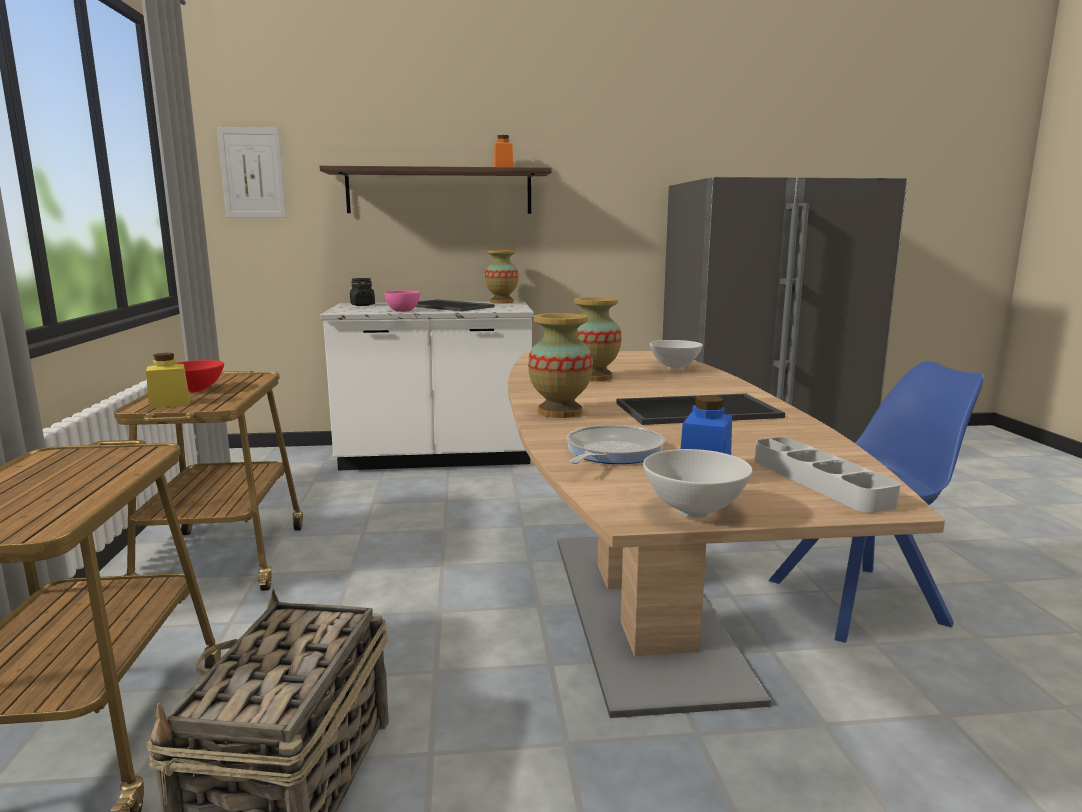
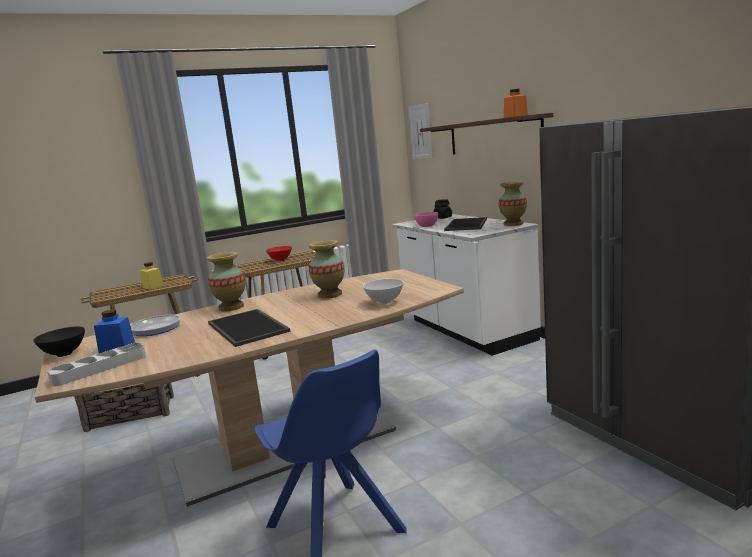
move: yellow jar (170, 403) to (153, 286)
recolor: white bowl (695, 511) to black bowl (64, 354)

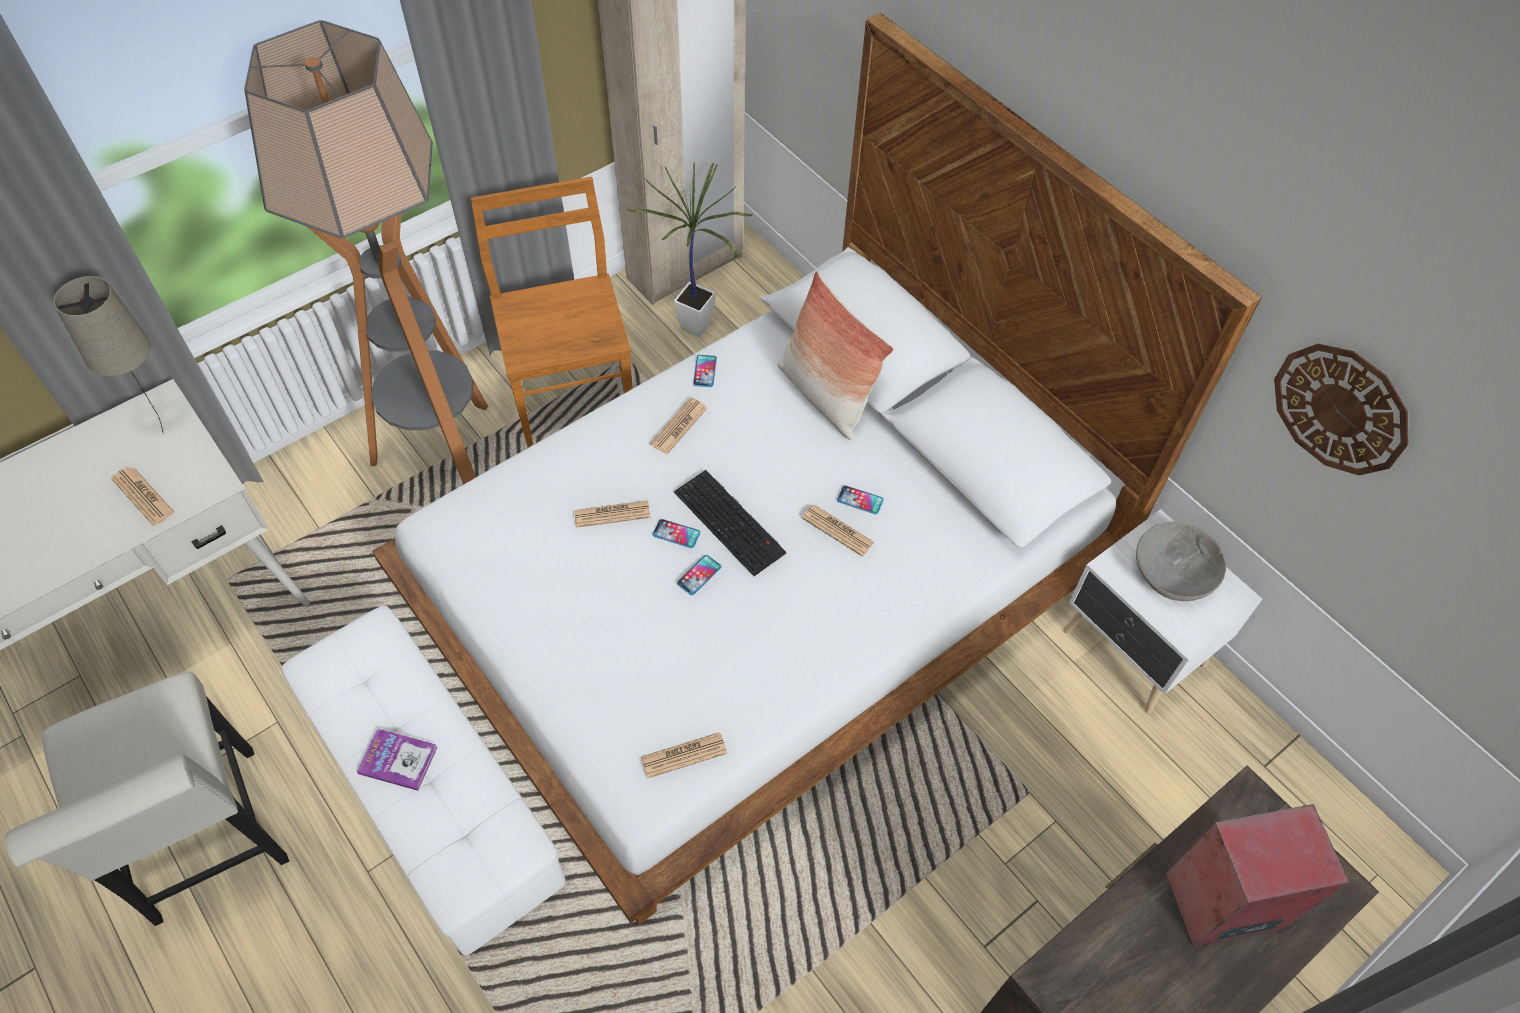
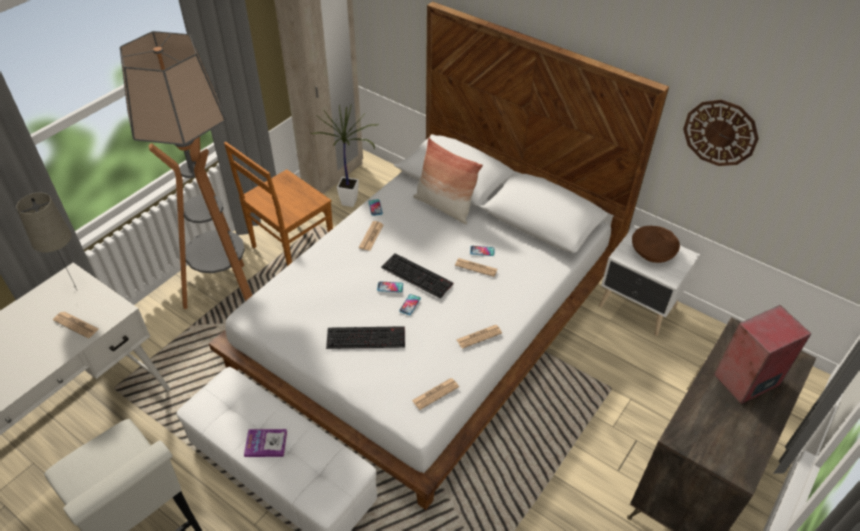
insert: keyboard (367, 337)
move: newspaper (612, 514) to (479, 336)
recolor: grey bowl (1172, 573) to brown bowl (652, 252)
rotate: brown chair (572, 395) = (291, 249) 105 degrees counterclockwise

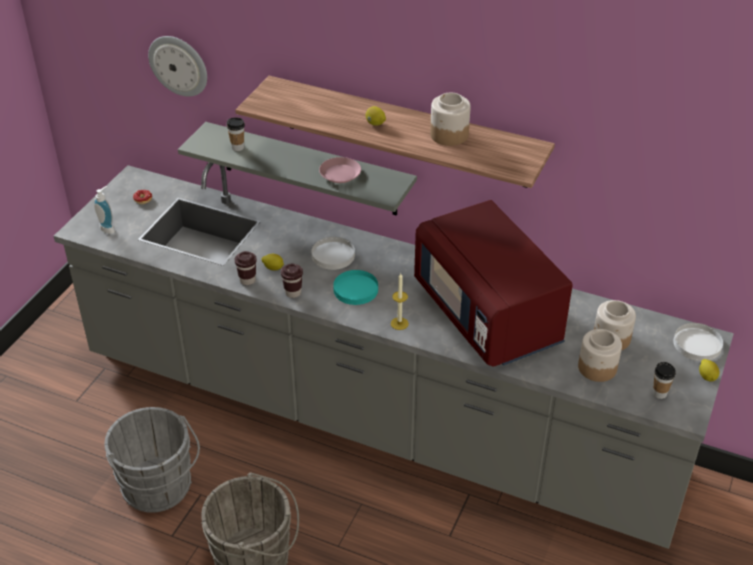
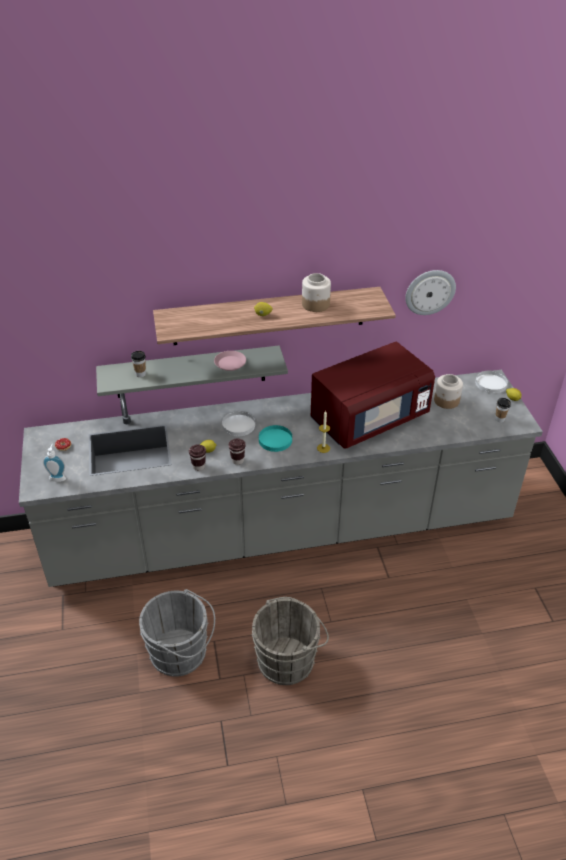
delete: jar (596, 368)
move: wall clock (179, 65) to (430, 291)
rotate: red microwave (488, 315) = (368, 419) 60 degrees counterclockwise

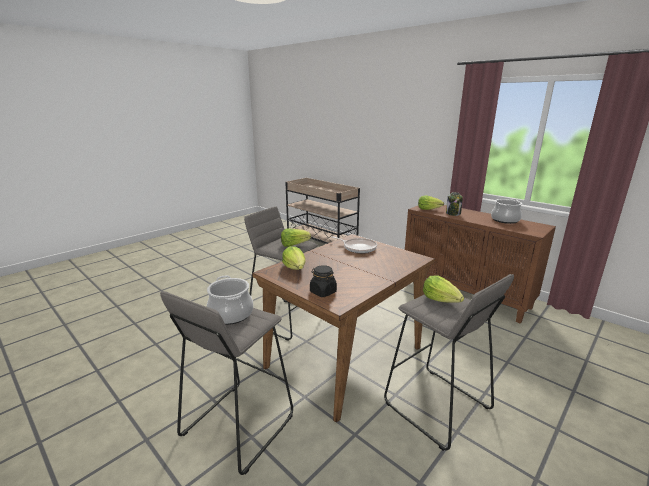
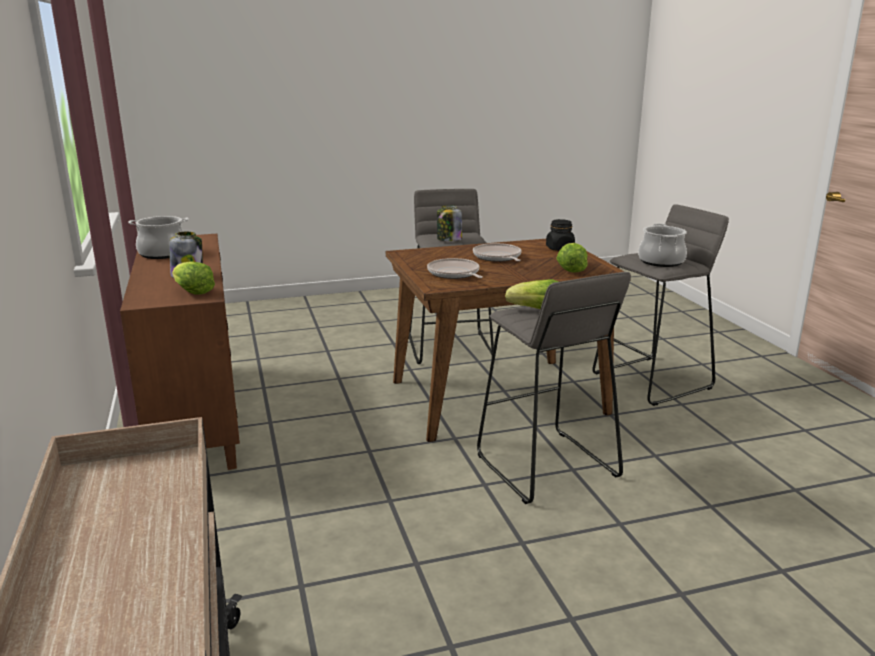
insert: frying pan (497, 257)
replace: lettuce (441, 300) to jar (449, 240)

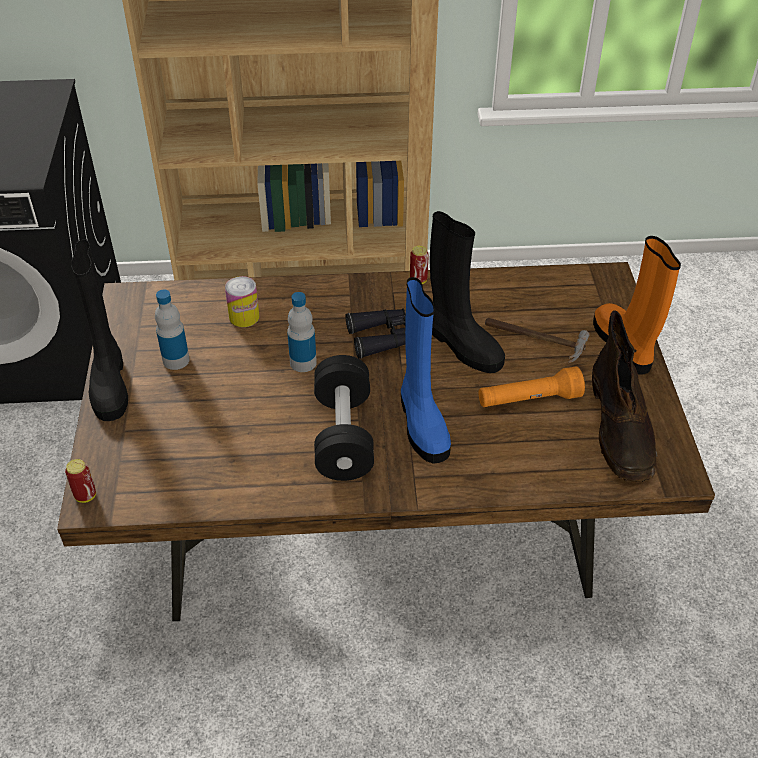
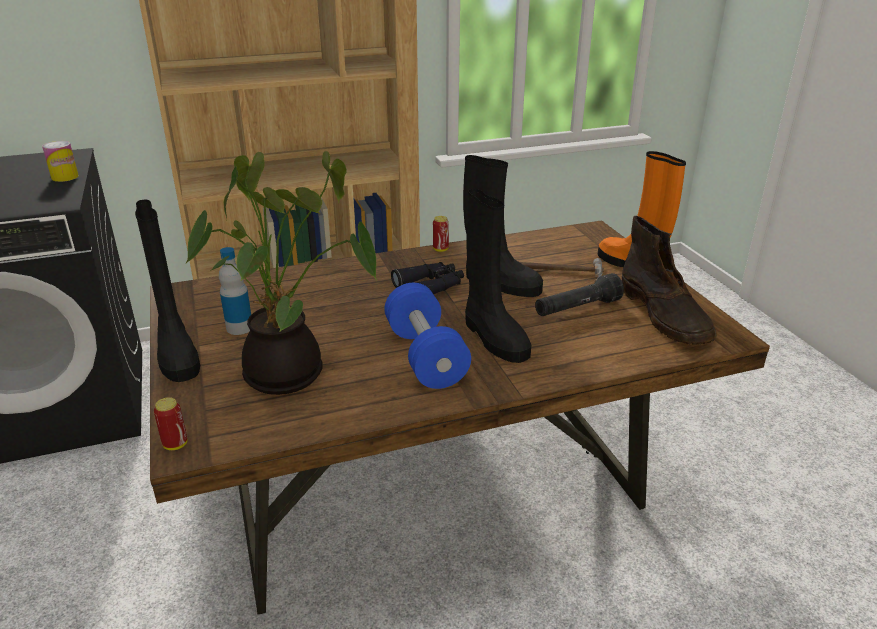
delete: bottle (303, 362)
insert: potted plant (291, 375)
move: can (244, 317) to (65, 177)
recolor: black dumbbell (343, 435) to blue dumbbell (425, 356); blue boot (422, 423) to black boot (493, 337); orange flashlight (528, 400) to black flashlight (577, 309)

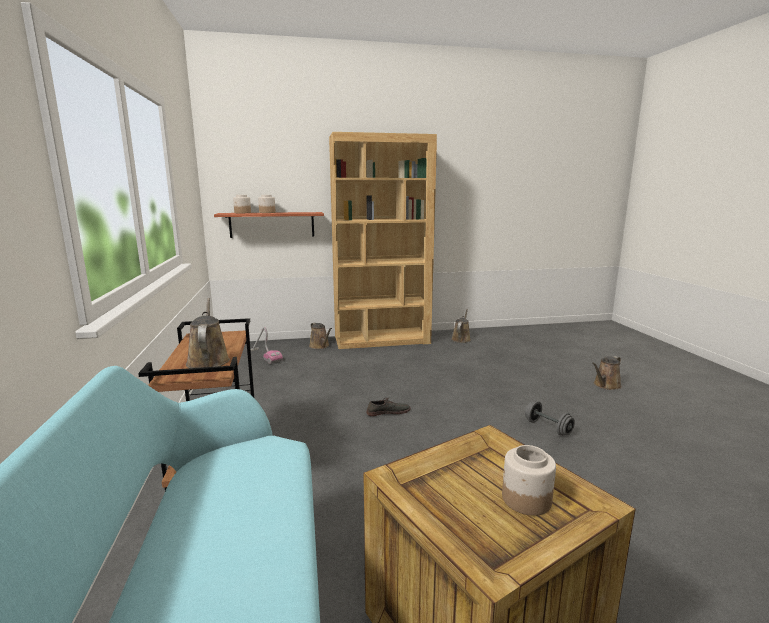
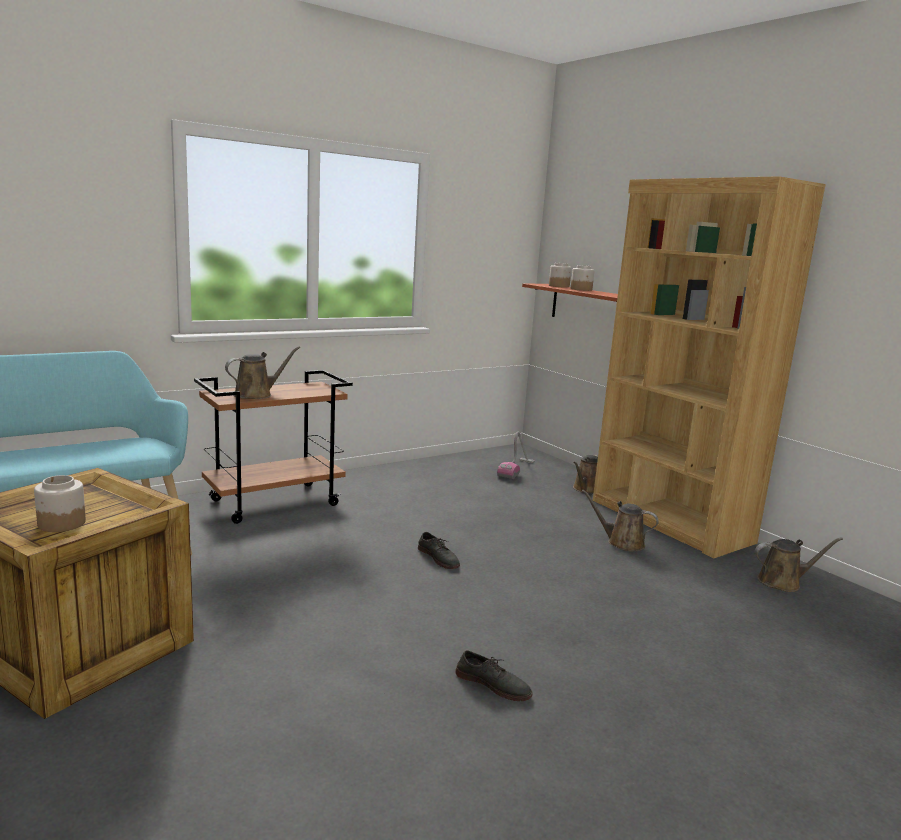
move: brown watering can (605, 385) to (622, 543)
replace: grey dumbbell (548, 428) to grey shoe (493, 684)

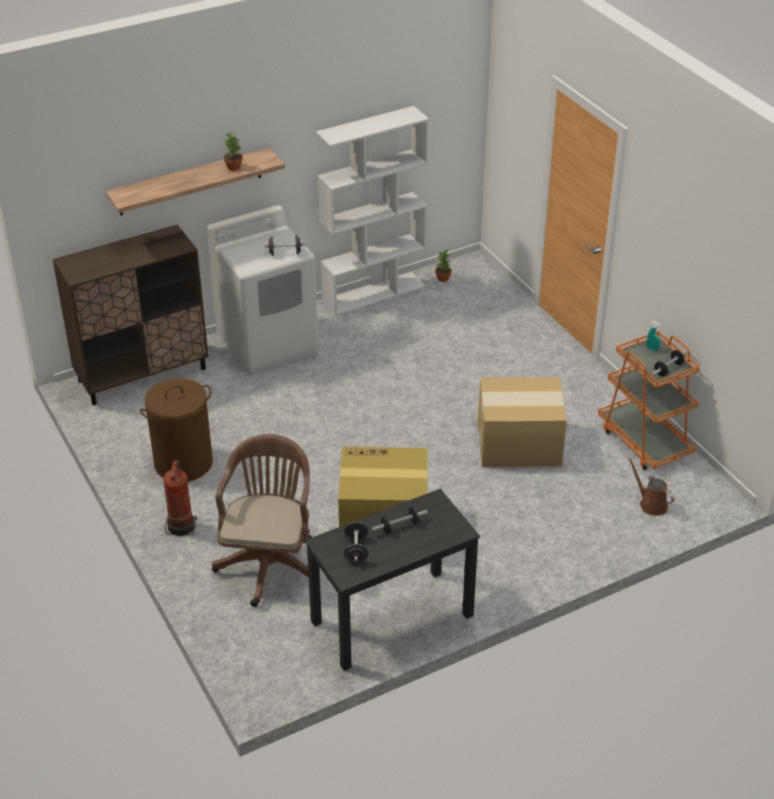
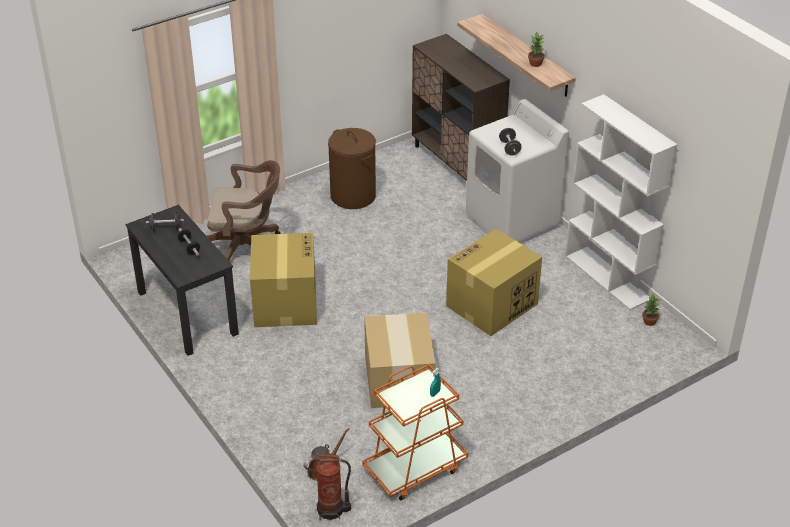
delete: dumbbell (668, 369)
insert: cardboard box (491, 305)
move: fire extinguisher (182, 525) to (332, 510)

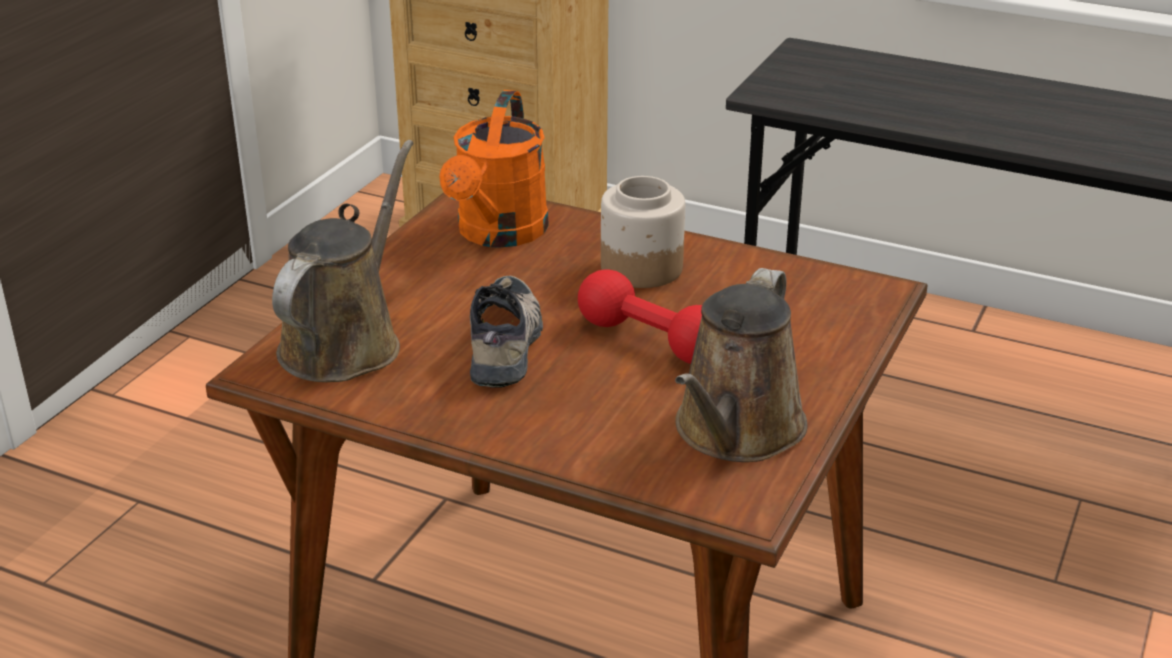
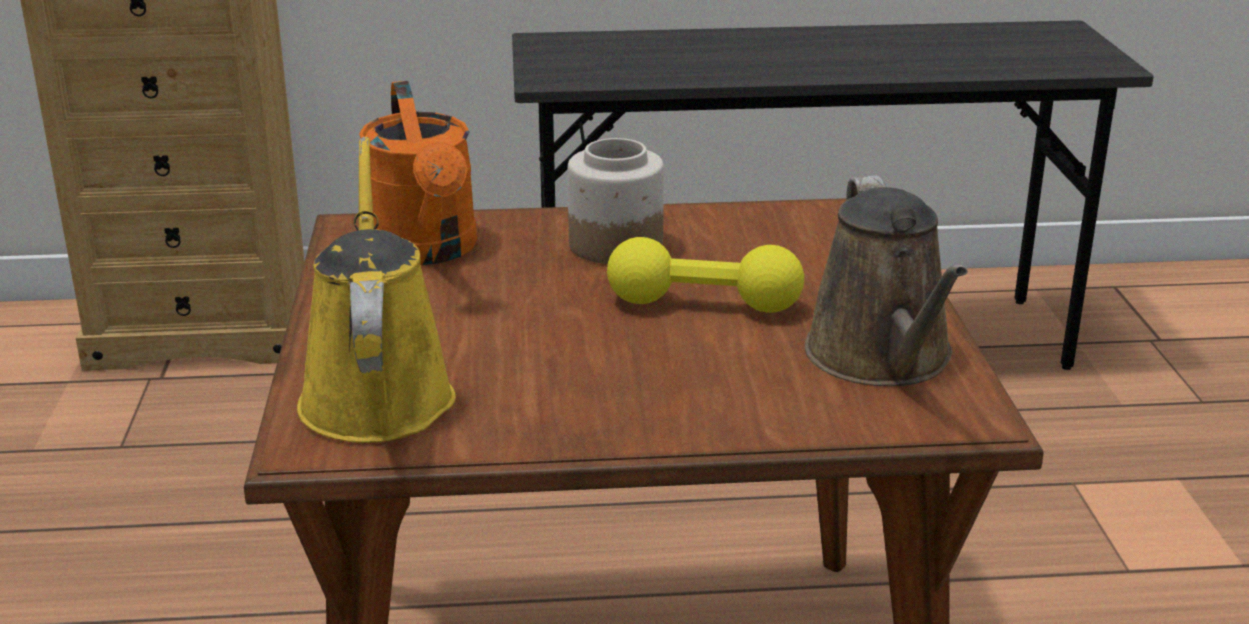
delete: shoe (507, 344)
recolor: brown watering can (346, 342) to yellow watering can (376, 393); red dumbbell (650, 341) to yellow dumbbell (704, 304)

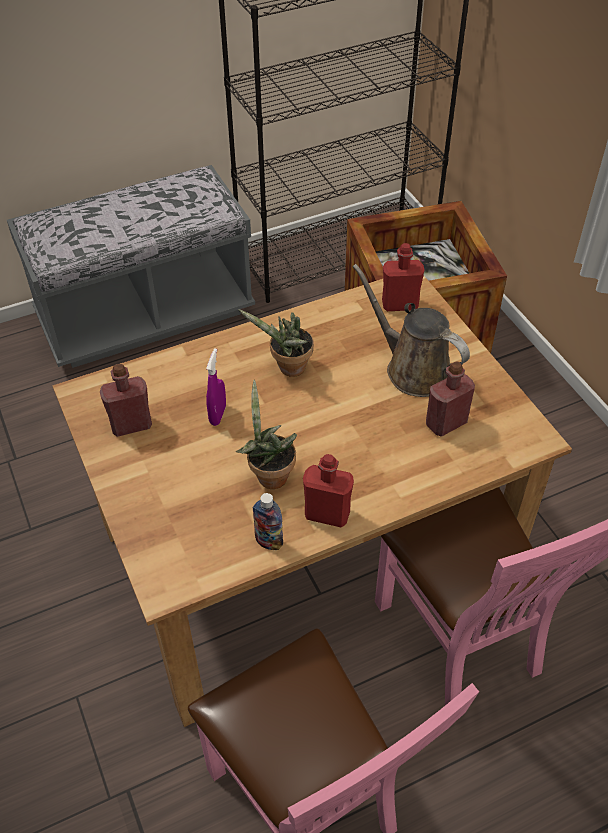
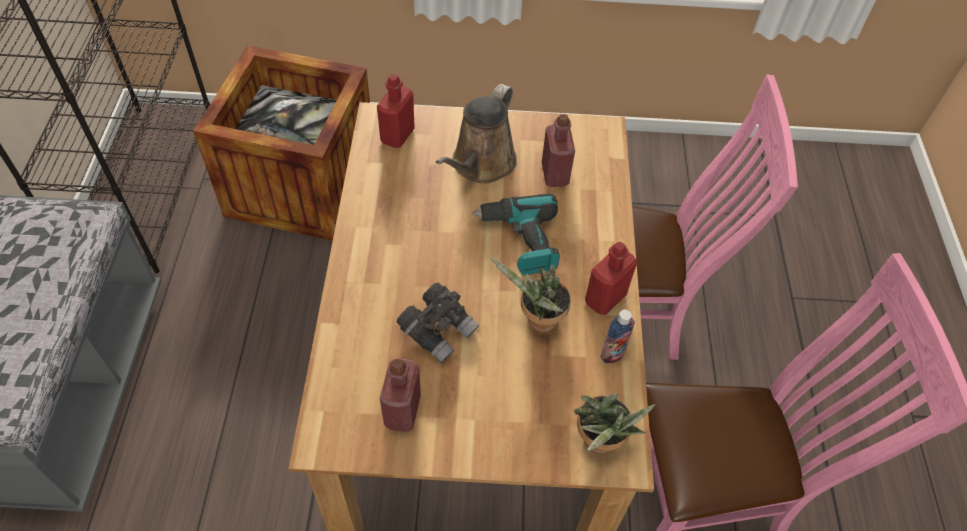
insert: power drill (520, 241)
move: potted plant (288, 369) to (599, 444)
replace: purple spray bottle (218, 415) to grey binoculars (438, 330)
rotate: brown watering can (413, 369) = (480, 165) 45 degrees counterclockwise

